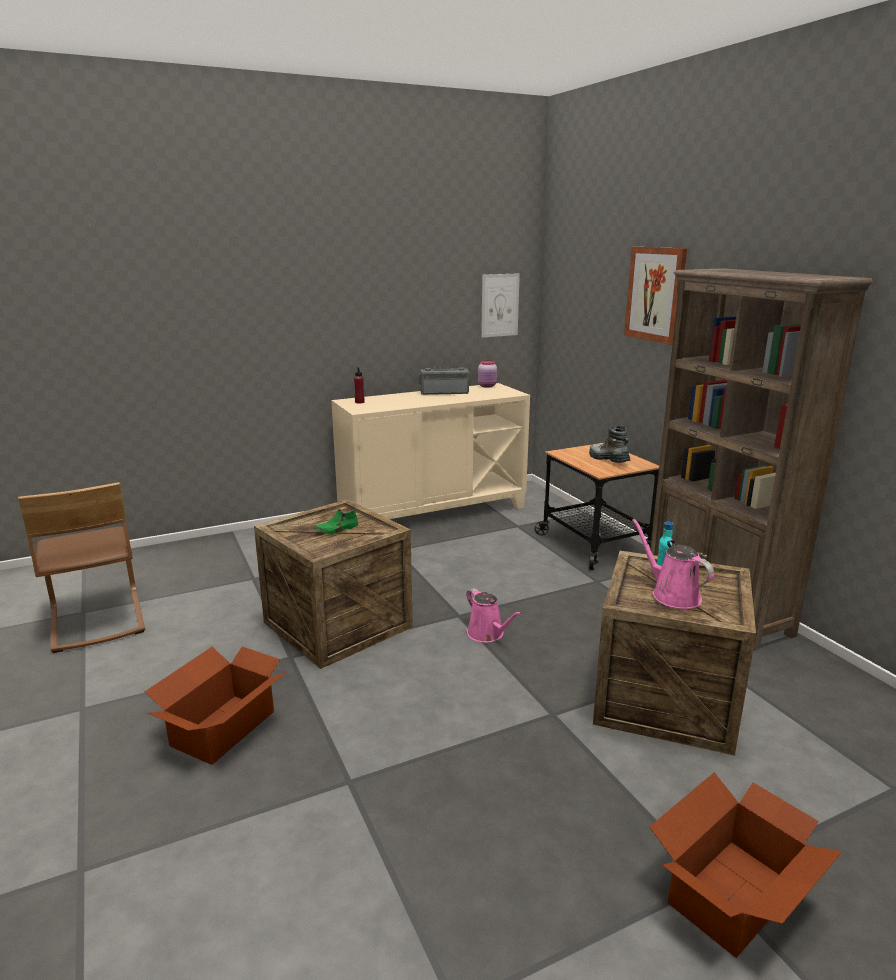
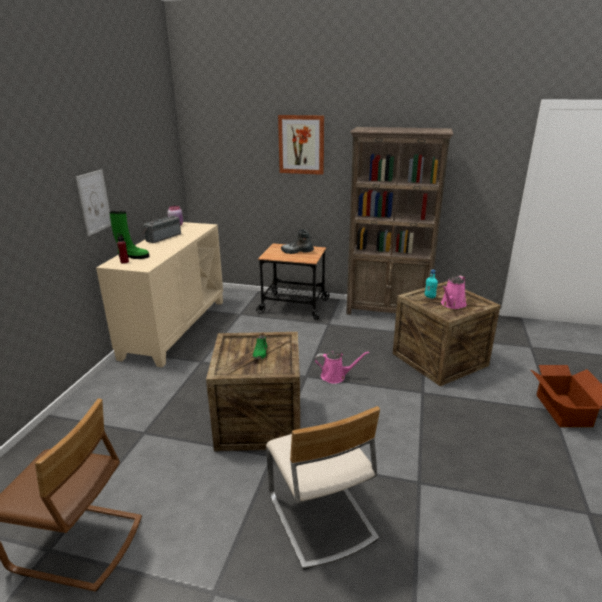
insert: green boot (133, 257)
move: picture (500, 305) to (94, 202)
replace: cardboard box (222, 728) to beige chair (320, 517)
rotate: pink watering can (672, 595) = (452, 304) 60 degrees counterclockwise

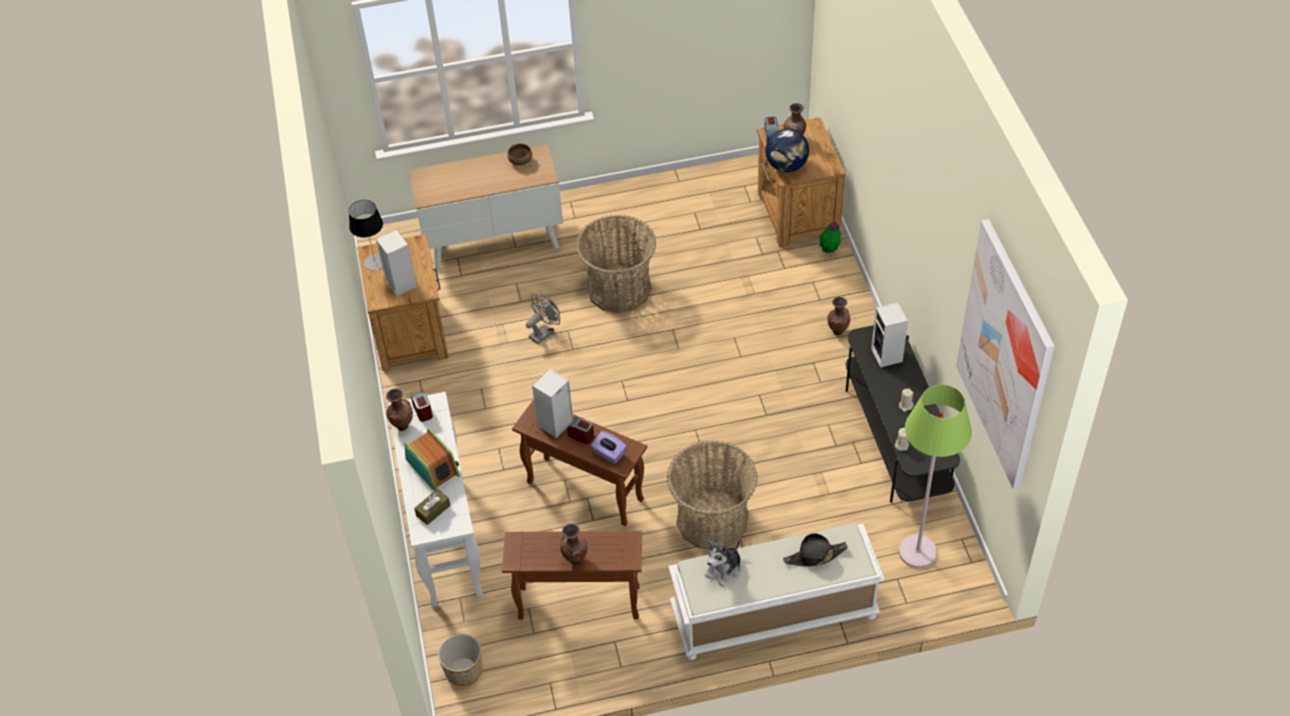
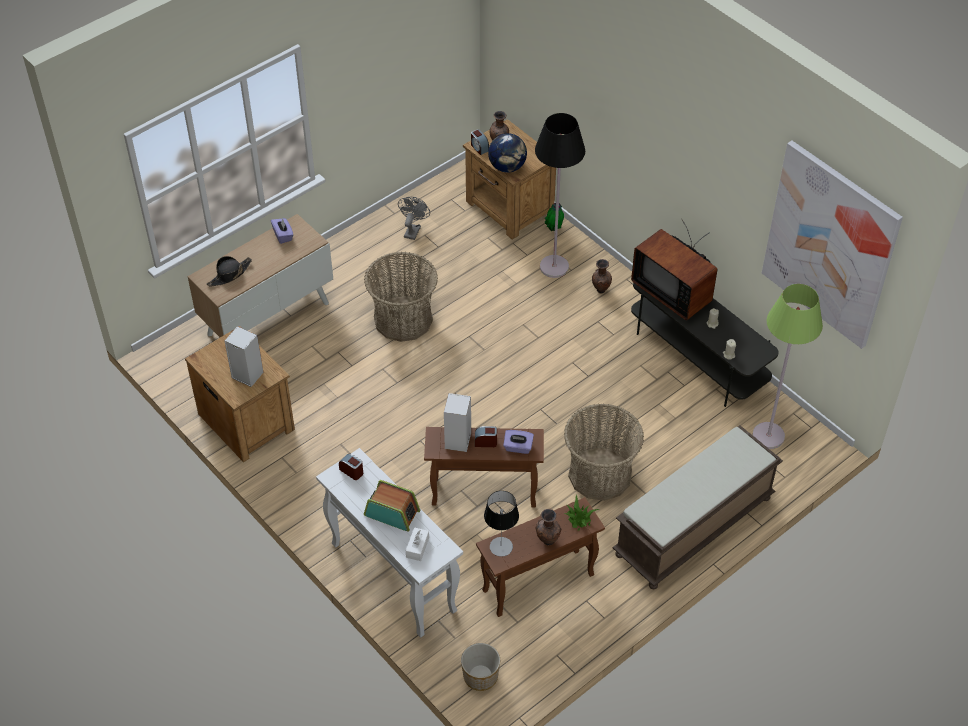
delete: brown vase (402, 425); plush toy (724, 569)
insert: black floor lamp (554, 267); potted plant (579, 519)
move: black hat (815, 556) to (229, 274); grey fan (544, 332) to (413, 230); table lamp (375, 262) to (501, 546)
replace: brown bowl (520, 161) to purple tissue box (283, 235); speaker (887, 356) to television (674, 290)
recolor: brown tissue box (433, 510) to white tissue box (417, 547); white bench (773, 615) to brown bench (693, 527)

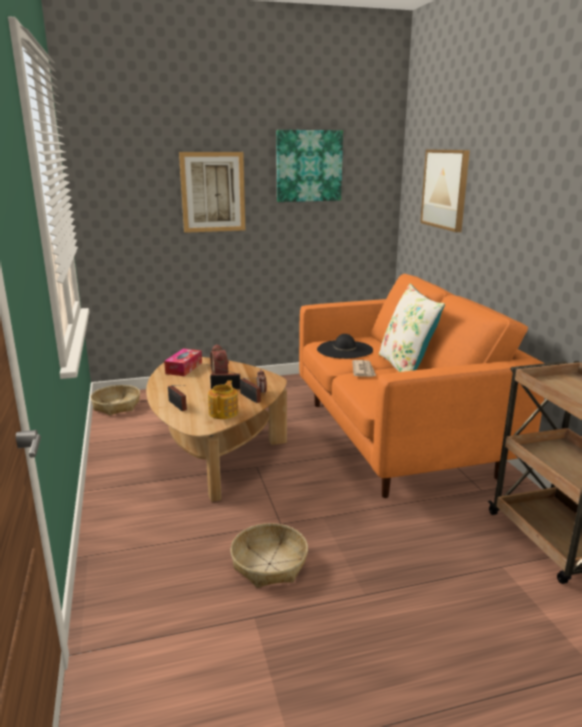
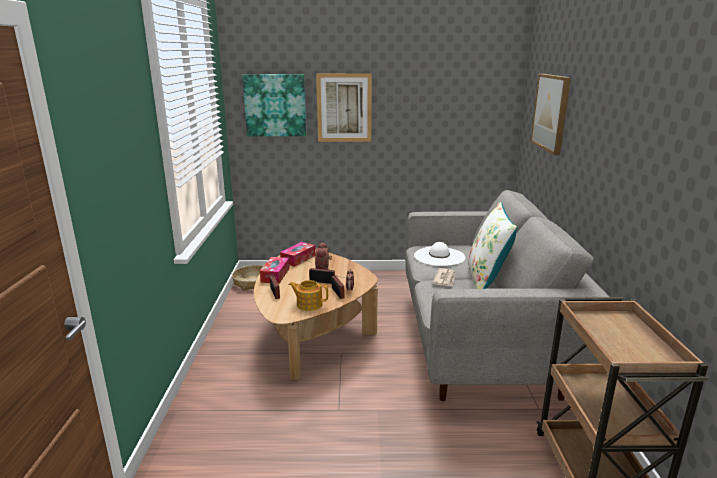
delete: basket (269, 564)
insert: tissue box (275, 275)
move: picture (308, 166) to (275, 105)
recolor: orange sofa (396, 437) to grey sofa (478, 343); black hat (345, 349) to white hat (439, 256)
rotate: teapot (224, 412) = (309, 304) 105 degrees counterclockwise

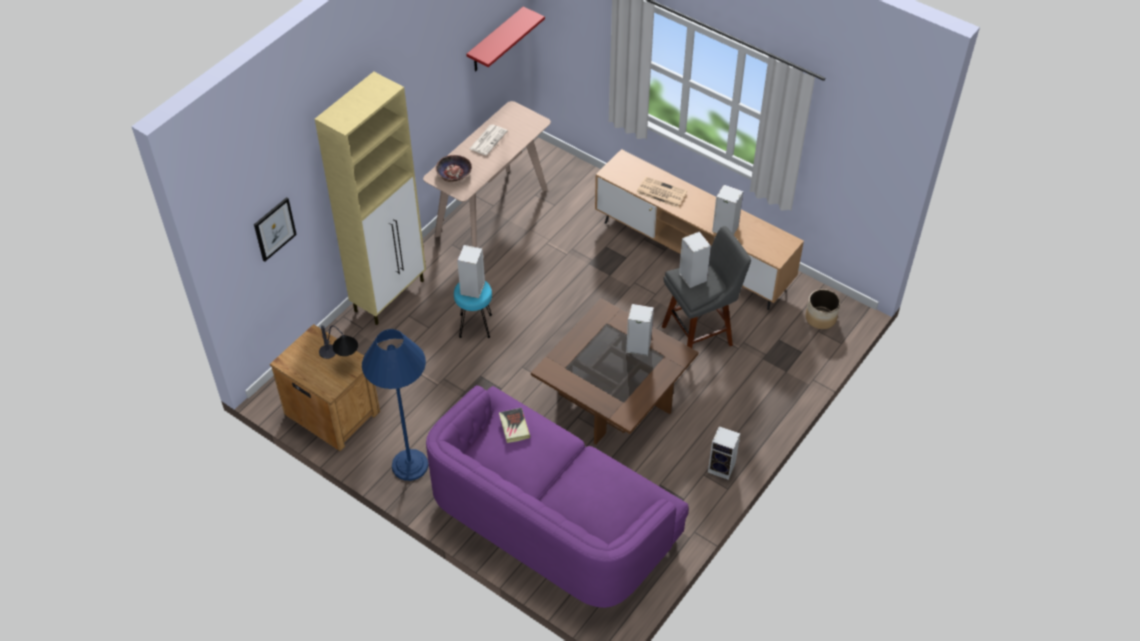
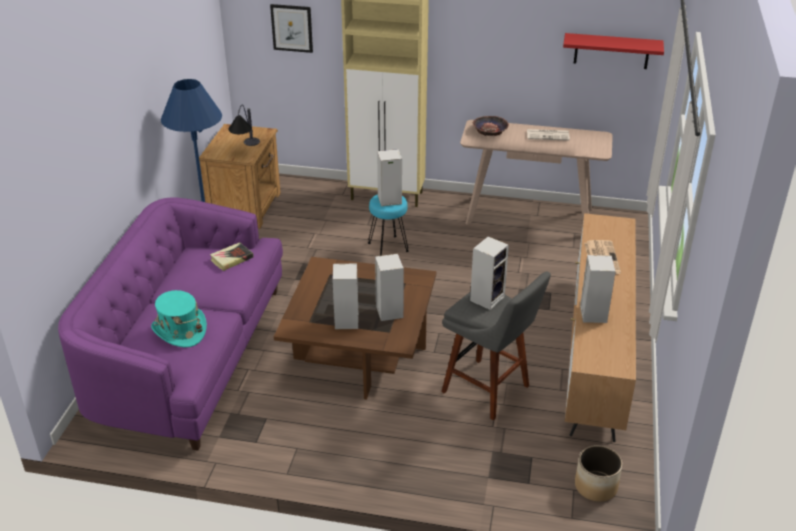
insert: turquoise hat (179, 330)
move: speaker (722, 468) to (347, 321)

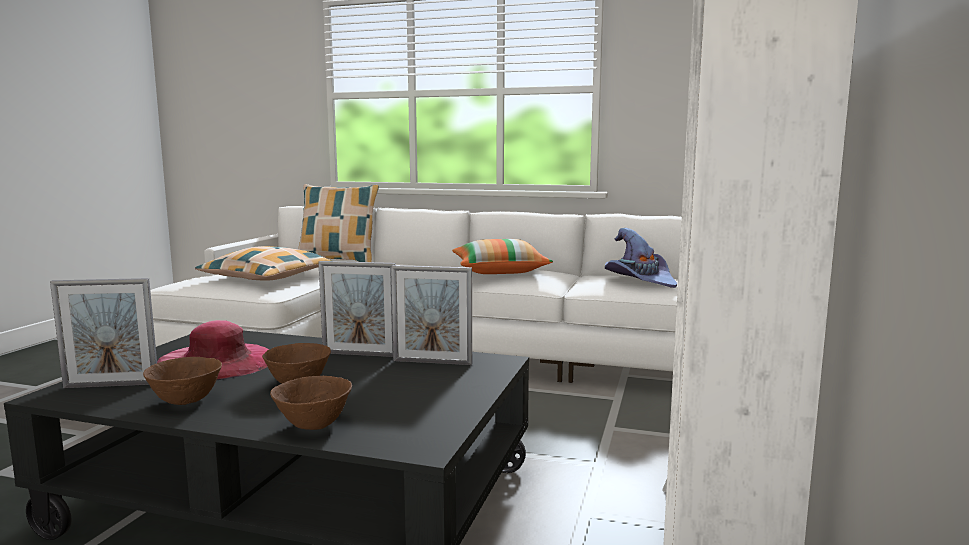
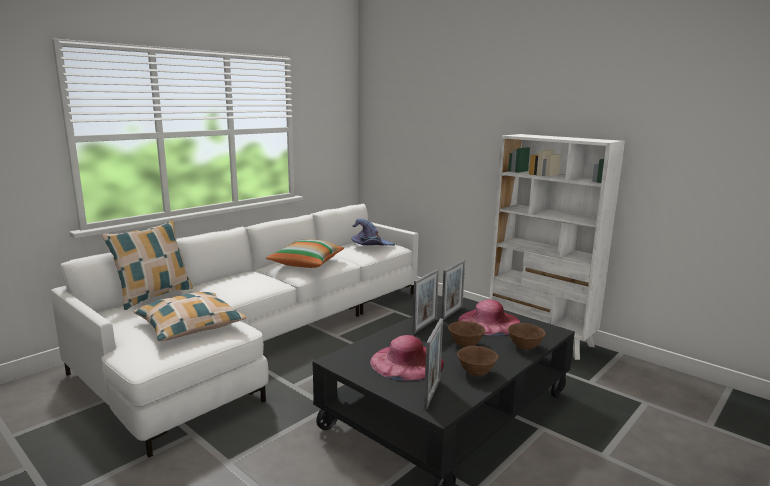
insert: pink hat (489, 322)

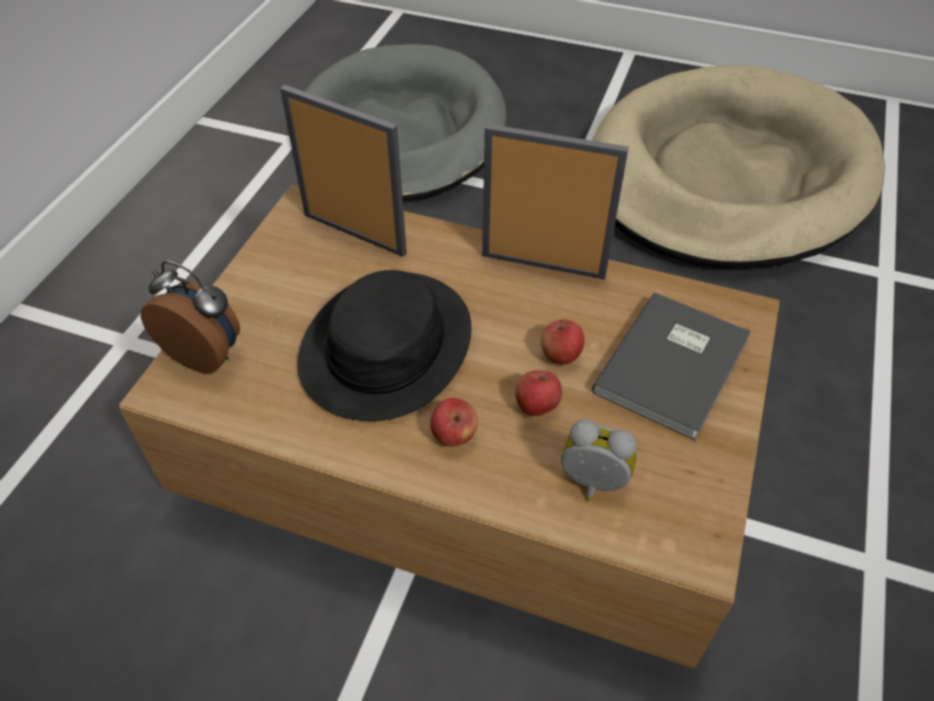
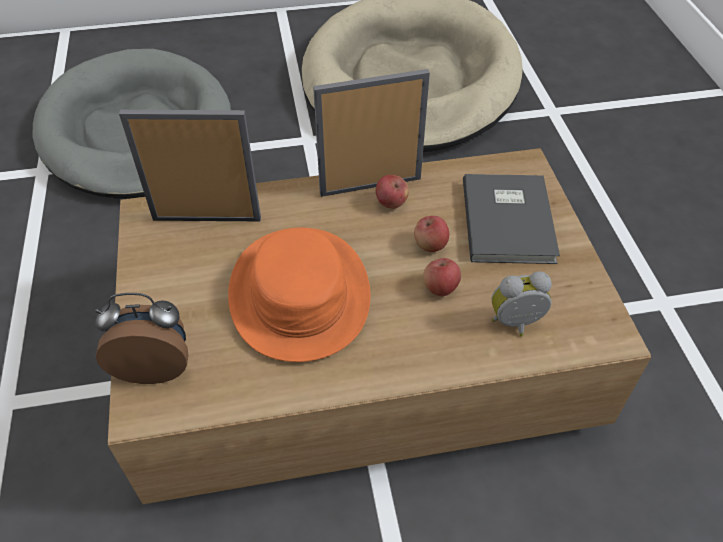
move: apple (454, 435) to (391, 203)
recolor: black hat (386, 346) to orange hat (299, 294)

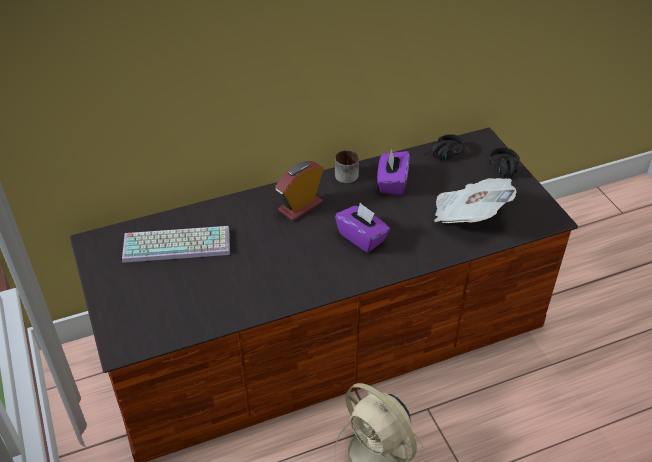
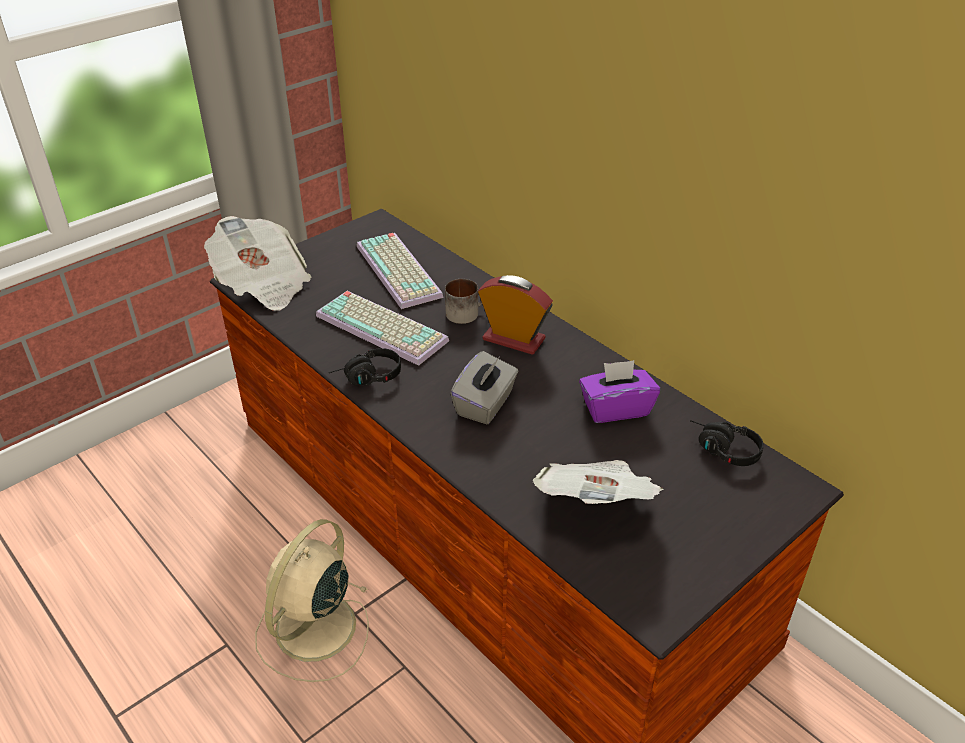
insert: newspaper (262, 285); keyboard (384, 327)
move: black headphones (504, 171) to (367, 378); mug (345, 173) to (465, 312)
recolor: purple tissue box (362, 237) to grey tissue box (485, 404)

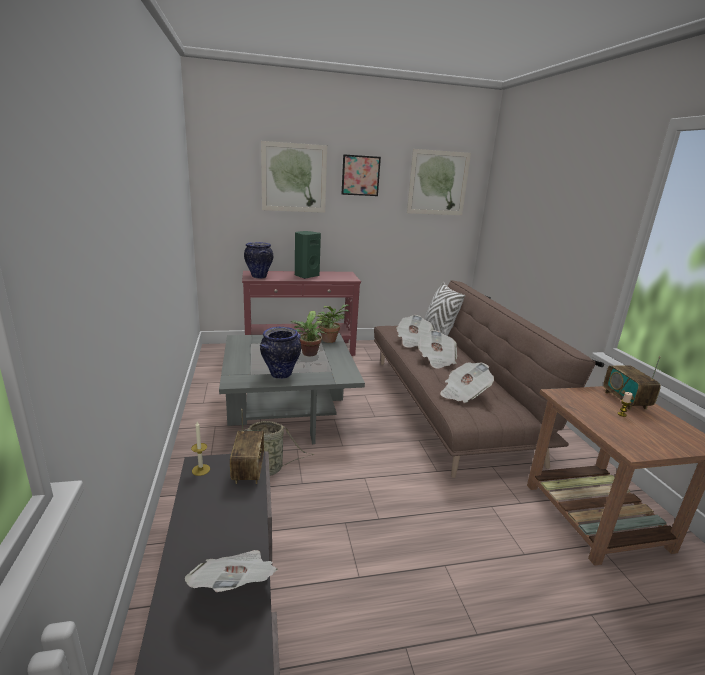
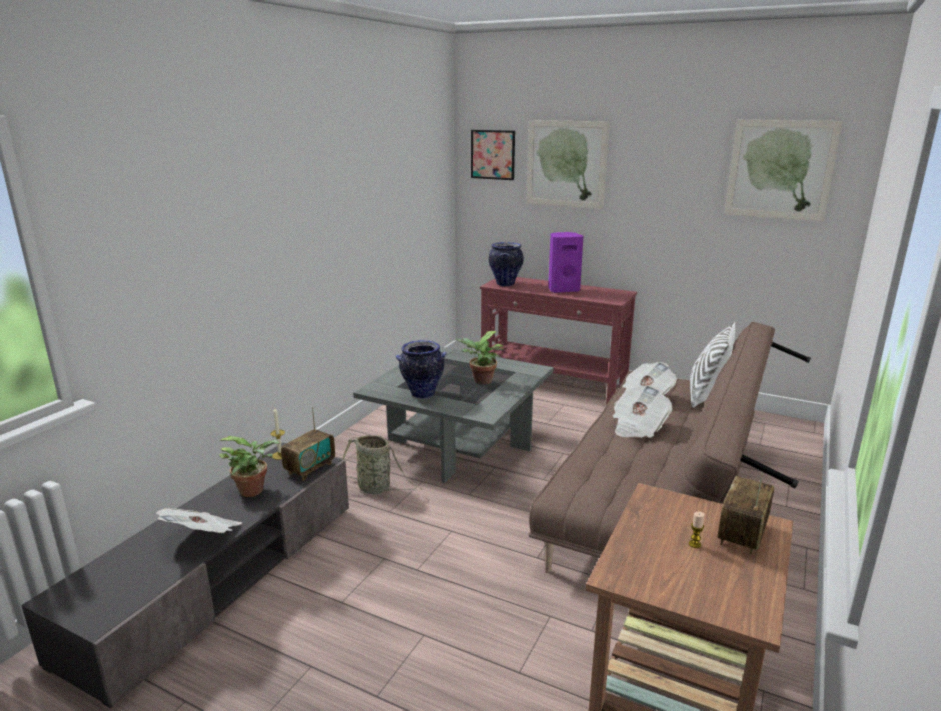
delete: newspaper (463, 393)
move: potted plant (330, 339) to (255, 490); picture (360, 175) to (493, 154)
recolor: green speaker (306, 276) to purple speaker (562, 290)

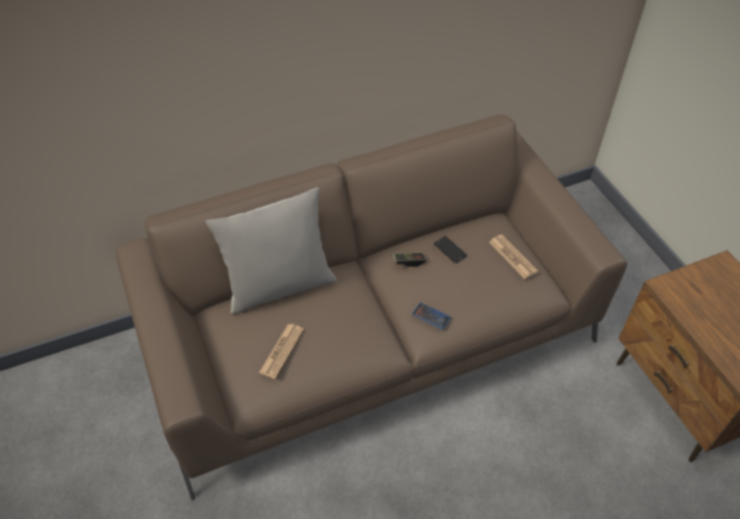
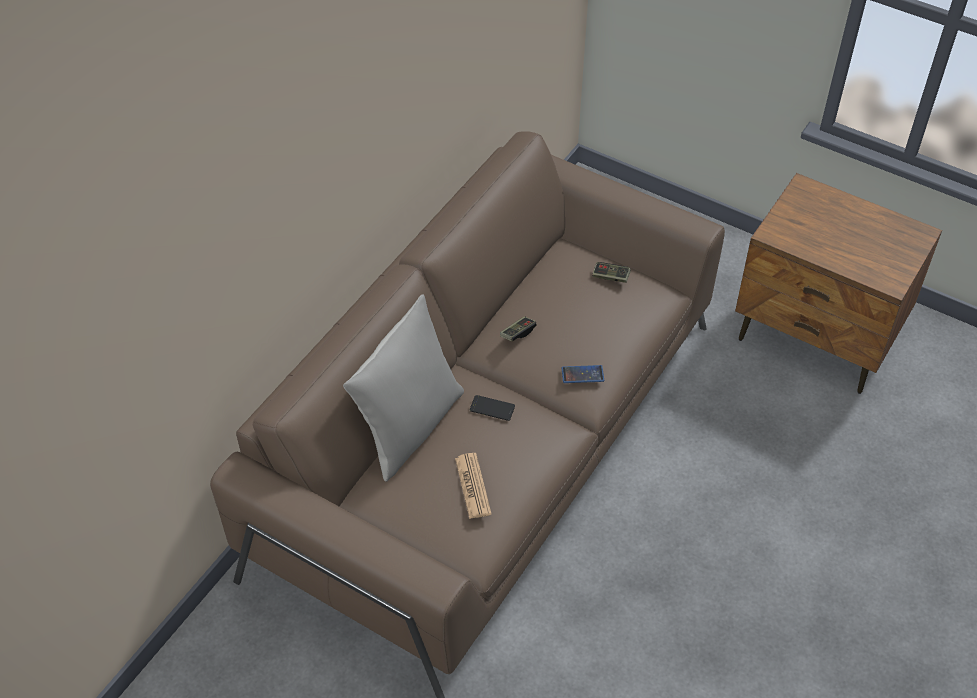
move: phone (450, 250) to (492, 408)
replace: newspaper (512, 257) to game controller (611, 277)

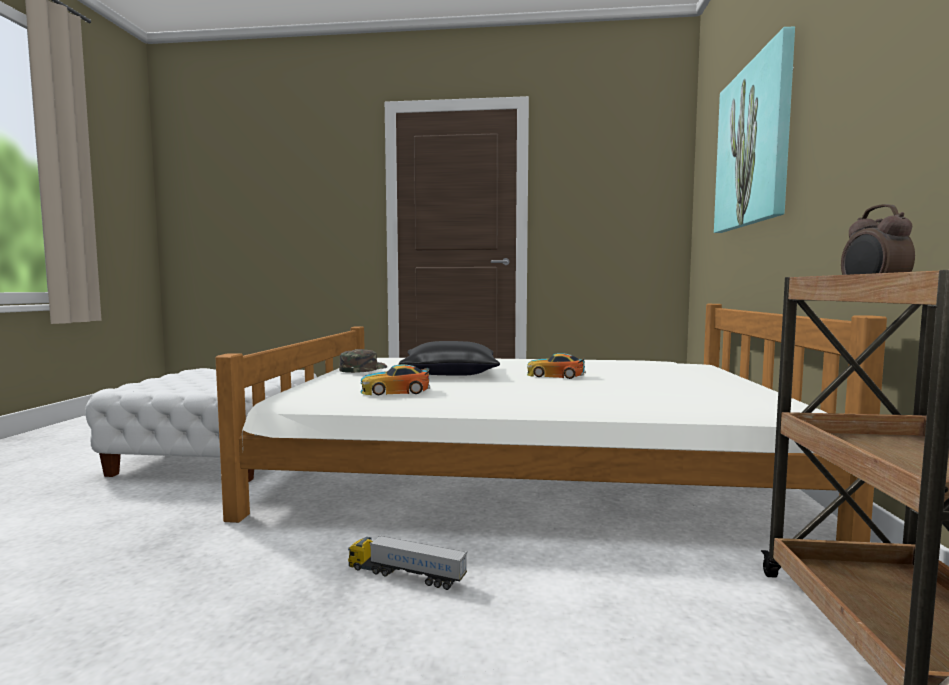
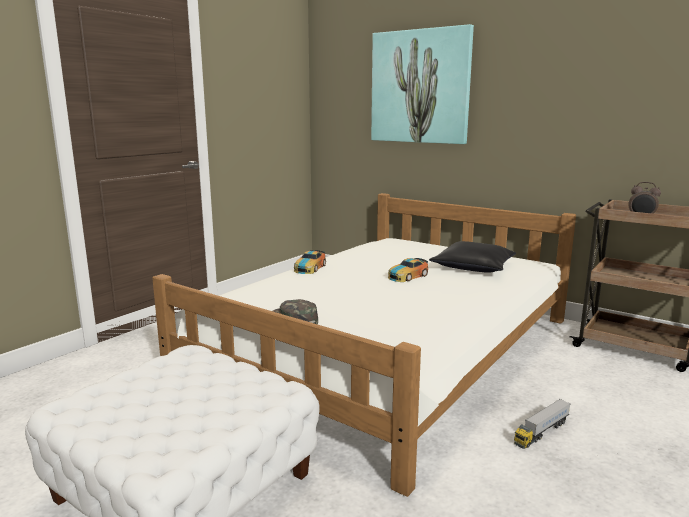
move: toy car (395, 391) to (309, 268); black pillow (450, 372) to (474, 267)

